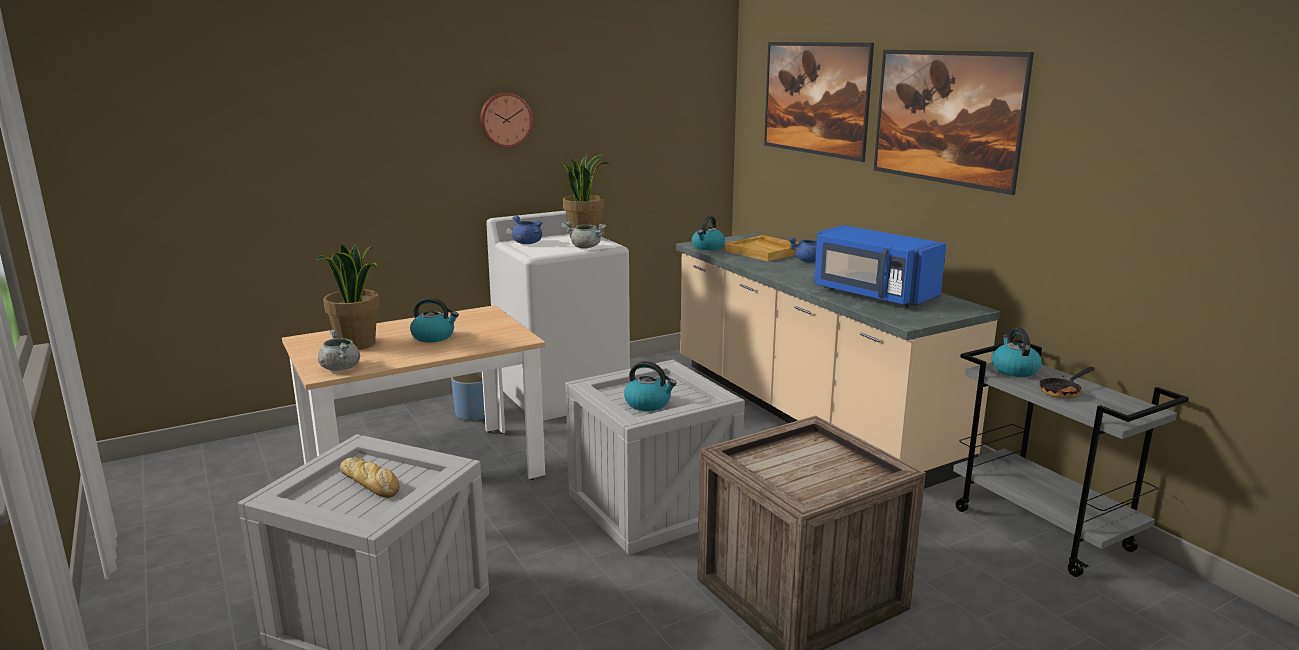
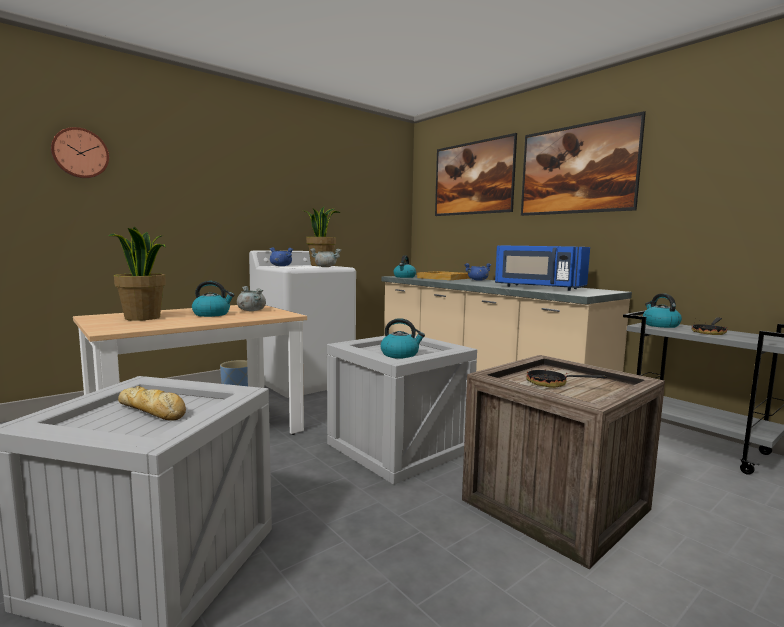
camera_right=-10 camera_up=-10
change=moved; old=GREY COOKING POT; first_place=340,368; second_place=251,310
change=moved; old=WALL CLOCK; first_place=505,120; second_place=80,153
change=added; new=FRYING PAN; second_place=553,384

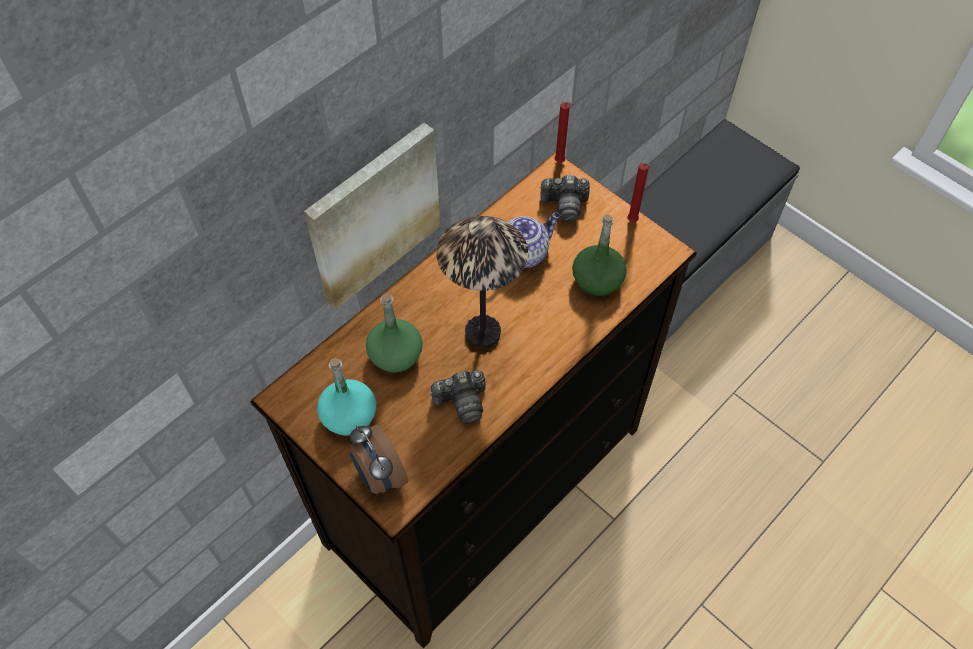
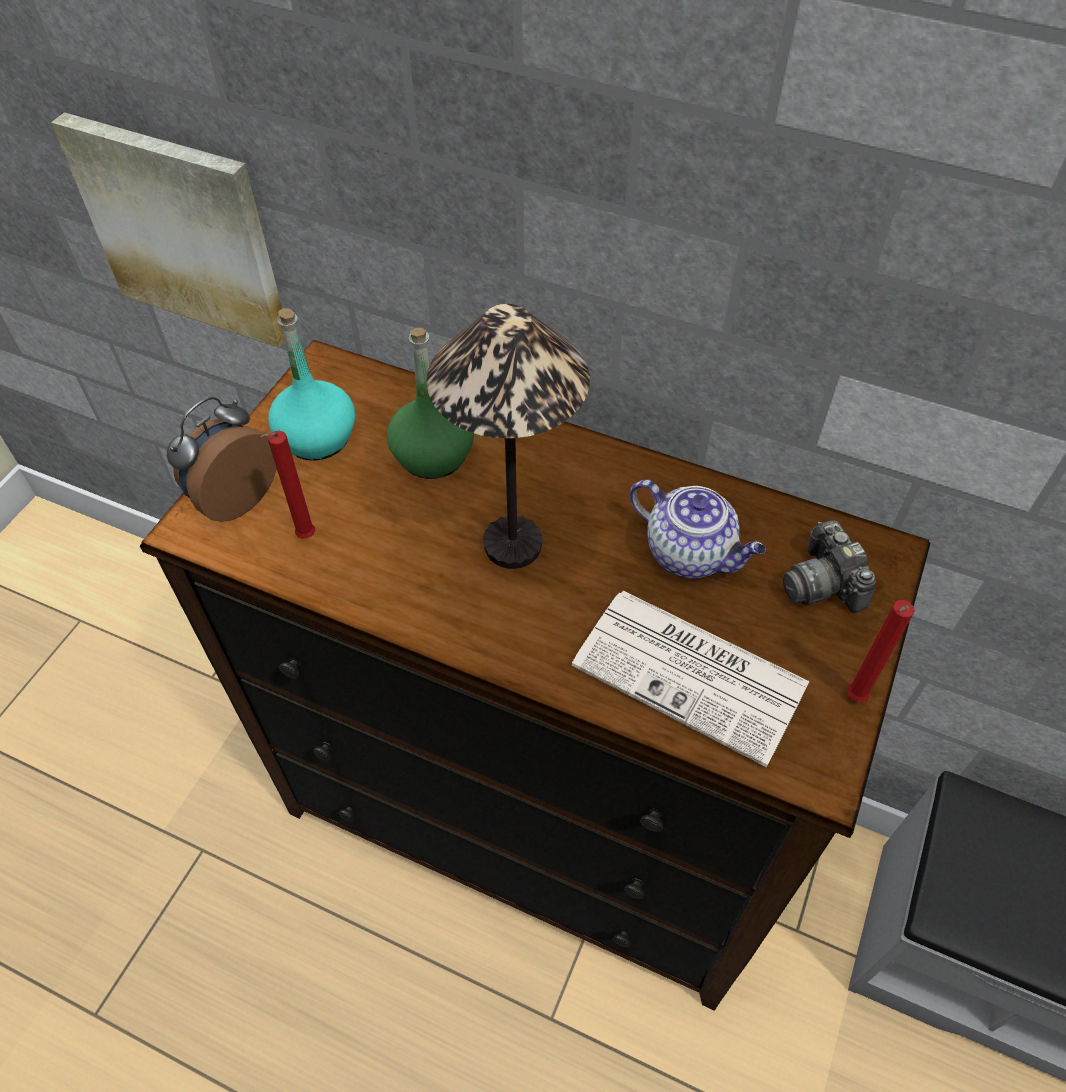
camera_right=70 camera_up=-5
change=moved; old=PICTURE; first_place=373,215; second_place=183,230
change=removed; old=PHOTO CAMERA; first_place=462,402
change=moved; old=RED CANDLE; first_place=560,163; second_place=304,538
change=replaced; old=GREEN BOTTLE; new=NEWSPAPER; first_place=597,280; second_place=693,675

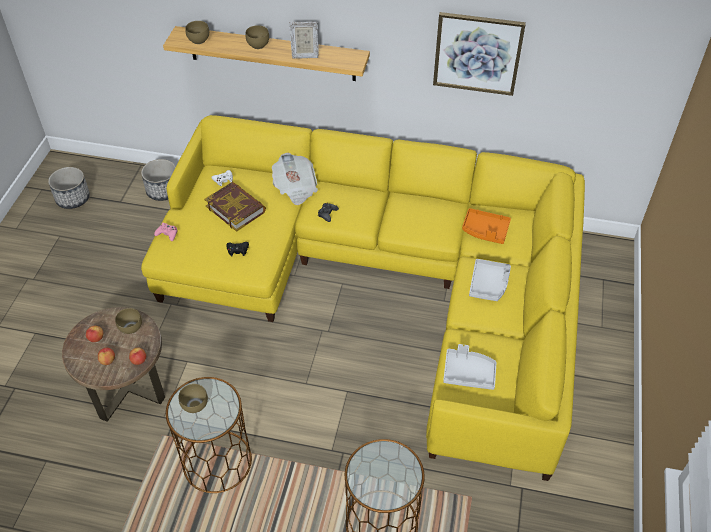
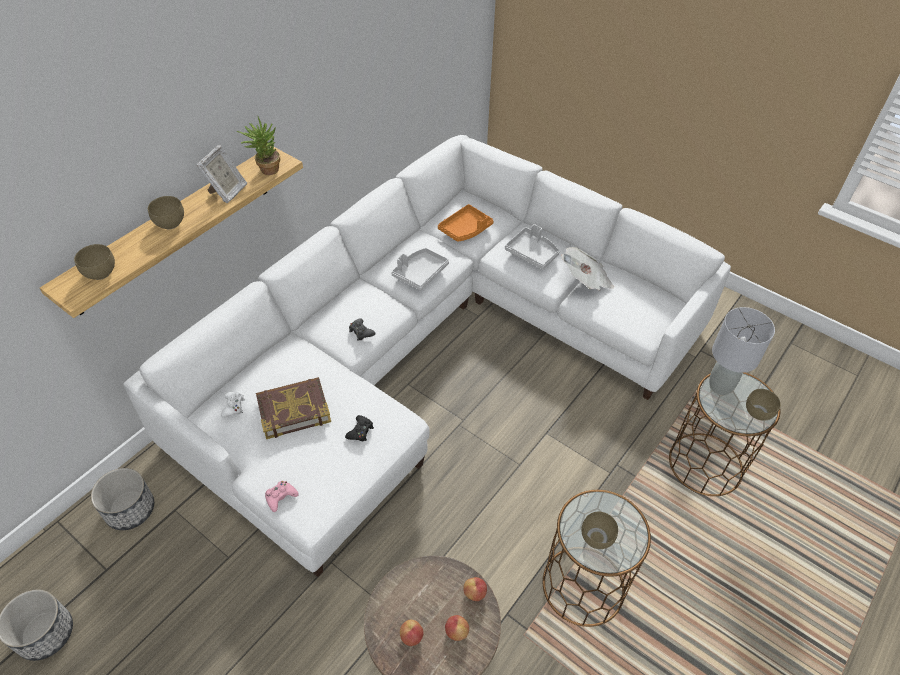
camera_right=-65 camera_up=0
change=moved; old=BROWN BOWL; first_place=131,328; second_place=759,412
change=recoloured; old=YELLOW SOFA; new=WHITE SOFA; first_place=385,282; second_place=429,349
change=moved; old=NEWSPAPER; first_place=295,188; second_place=586,280
change=removed; old=PICTURE; first_place=477,53
change=moved; old=GREY TRAY; first_place=468,373; second_place=420,273
change=added; new=POTTED PLANT; second_place=266,169
change=added; new=GREY TABLE LAMP; second_place=720,386

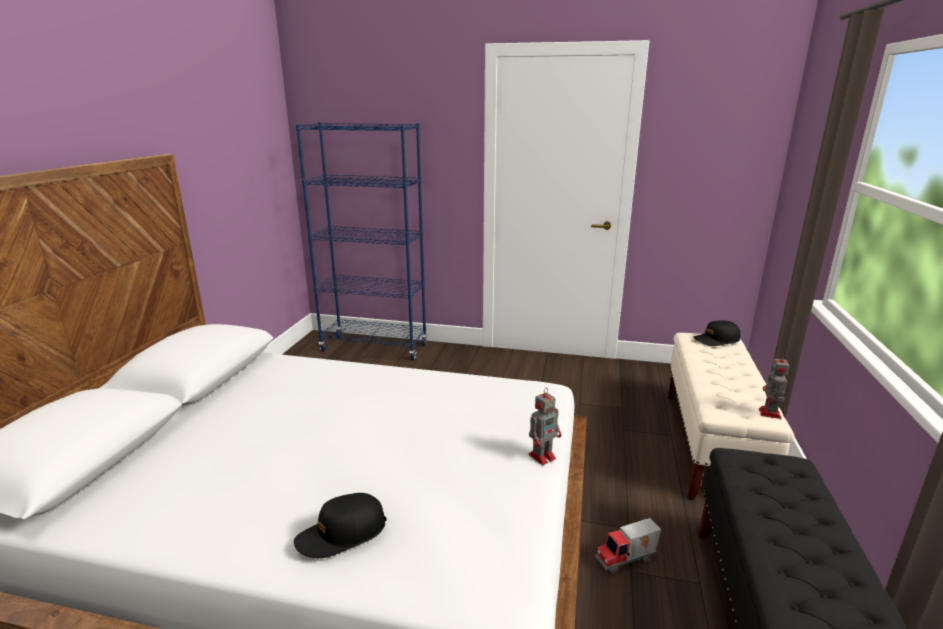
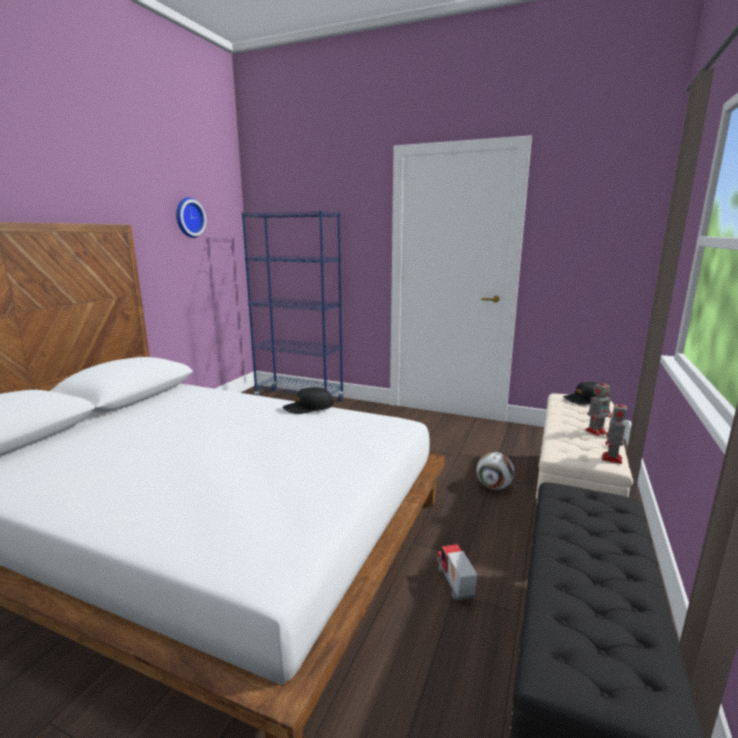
camera_right=10 camera_up=-5
change=moved; old=BLACK CAP; first_place=342,534; second_place=308,408
change=moved; old=TOY ROBOT; first_place=543,456; second_place=596,431
change=turned; old=TOY TRUCK; first_place=627,560; second_place=453,584; degrees=90
change=added; new=WALL CLOCK; second_place=188,217
change=added; new=FOOTBALL; second_place=494,486

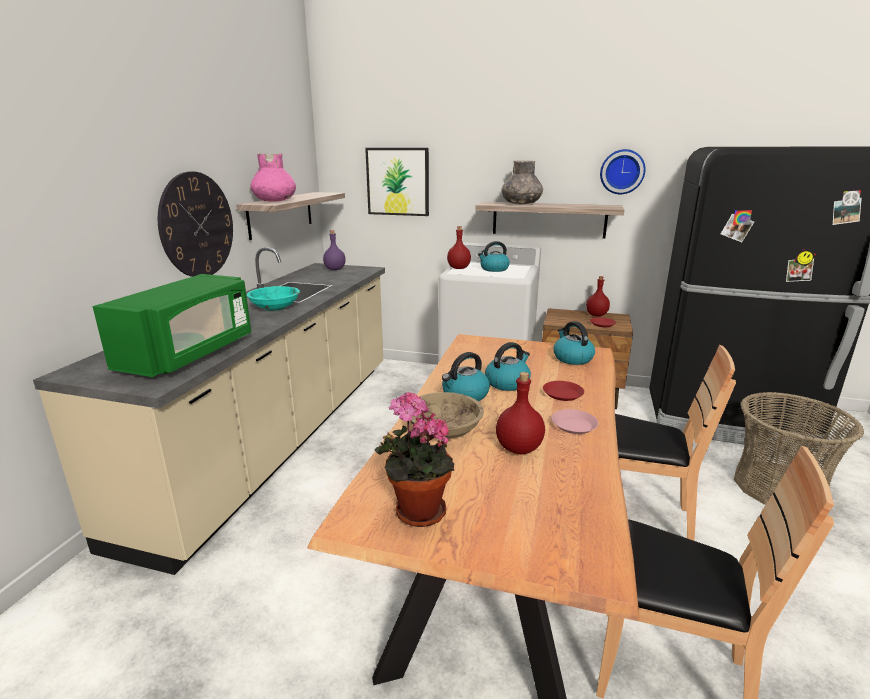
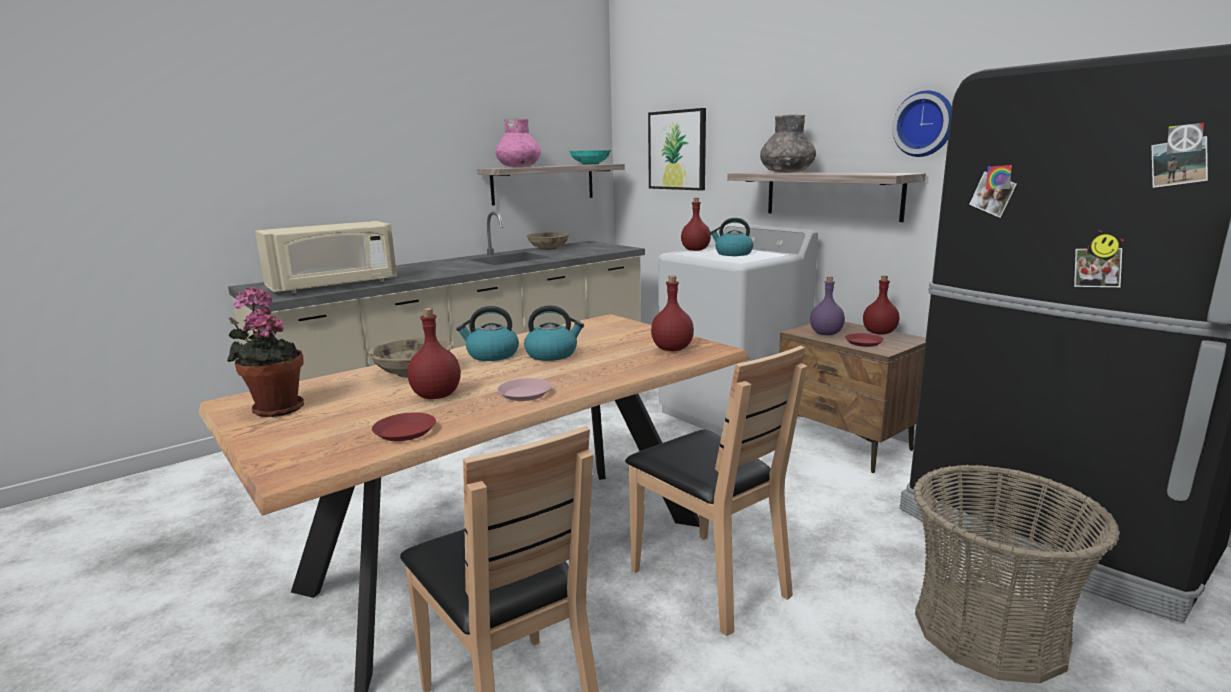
camera_right=35 camera_up=-5
change=recoloured; old=GREEN MICROWAVE; new=BEIGE MICROWAVE; first_place=190,354; second_place=334,285
change=removed; old=WALL CLOCK; first_place=197,225
change=moved; old=TURQUOISE BOWL; first_place=275,308; second_place=590,164
change=moved; old=PURPLE BOTTLE; first_place=335,269; second_place=826,334
change=moved; old=RED PLATE; first_place=563,394; second_place=405,432
change=replaced; old=KETTLE; new=RED BOTTLE; first_place=572,358; second_place=671,349
change=added; new=BEIGE BOWL; second_place=548,248

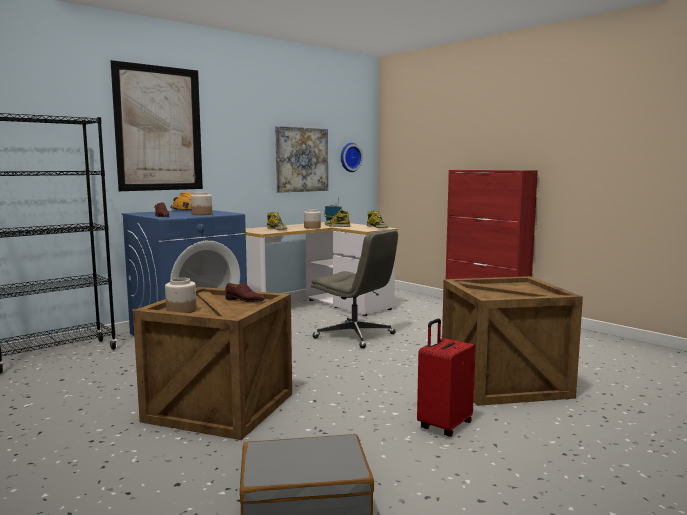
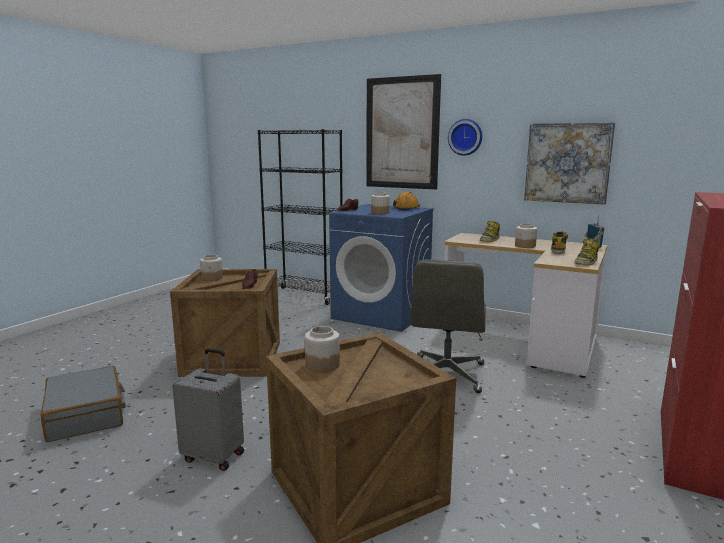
camera_right=70 camera_up=5
change=moved; old=WALL CLOCK; first_place=349,157; second_place=465,137
change=recoloured; old=RED SUITCASE; new=GREY SUITCASE; first_place=444,425; second_place=214,456
change=added; new=JAR; second_place=322,365

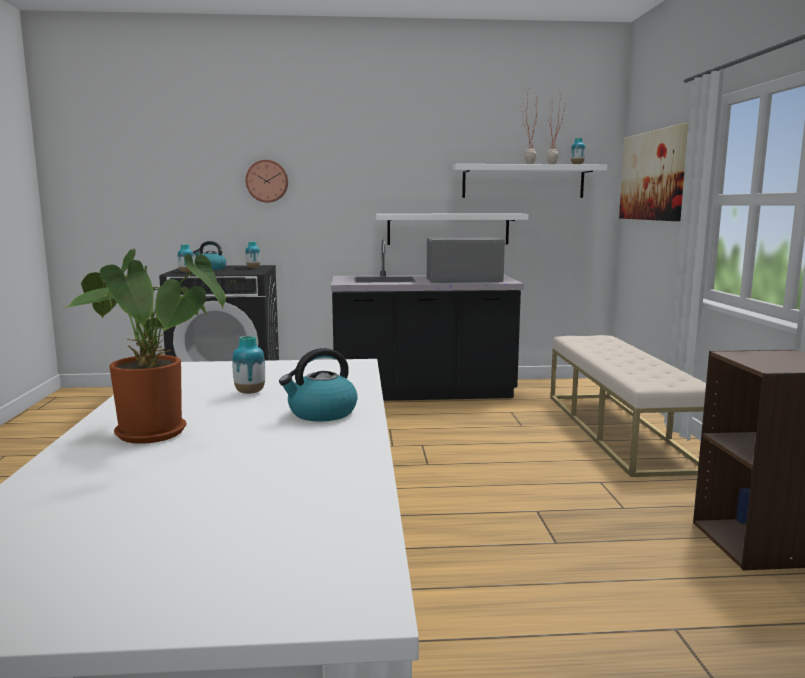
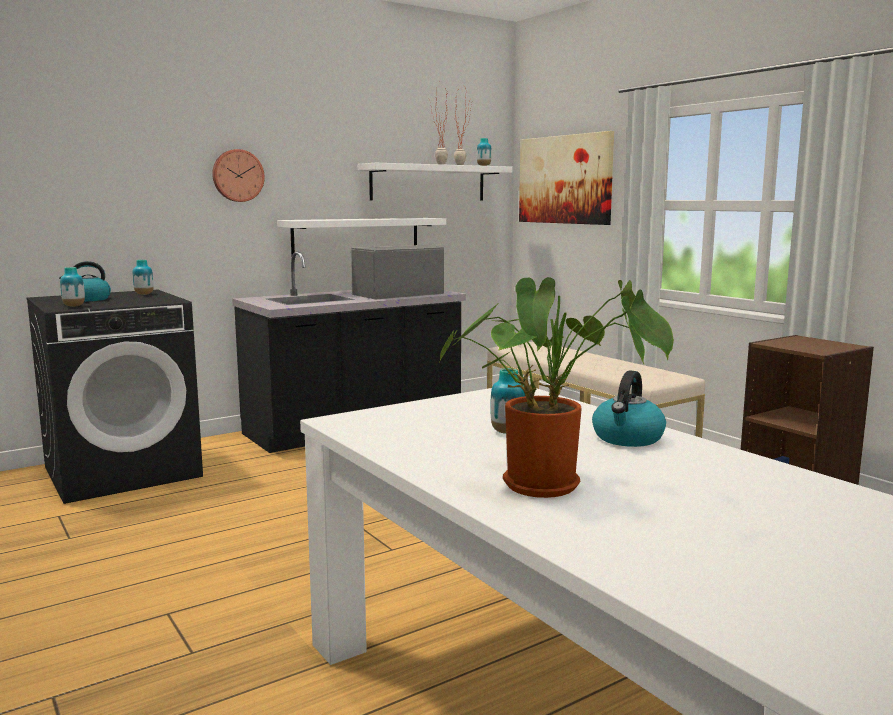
camera_right=-30 camera_up=0
change=moved; old=WALL CLOCK; first_place=267,181; second_place=237,175

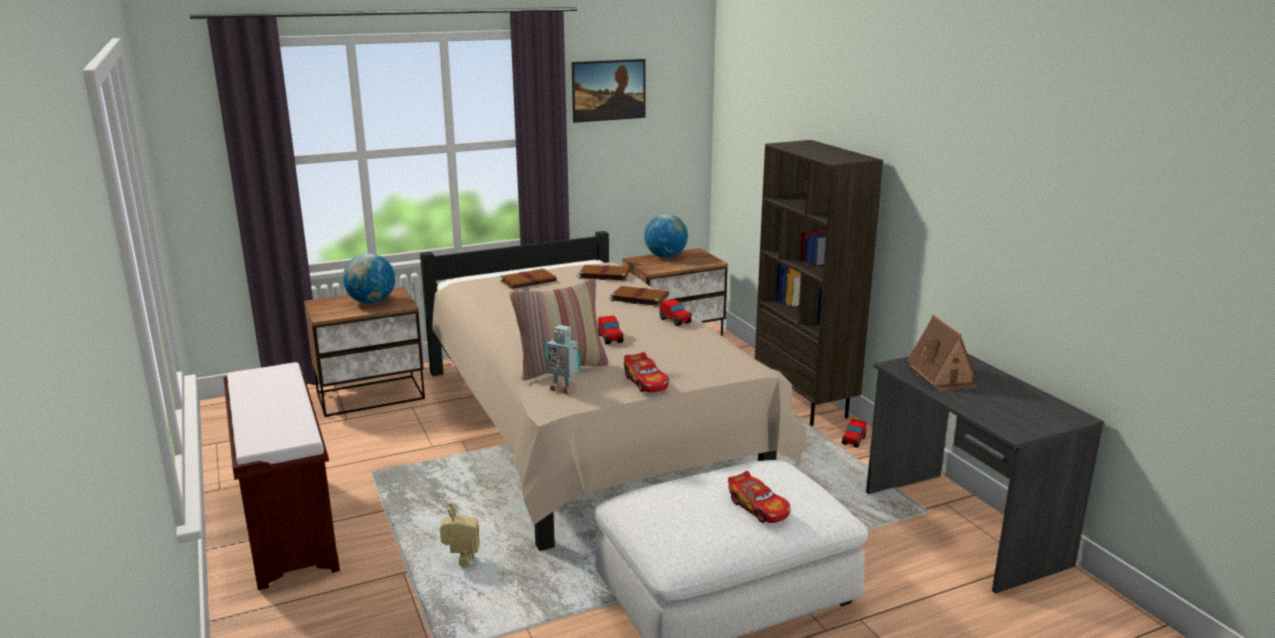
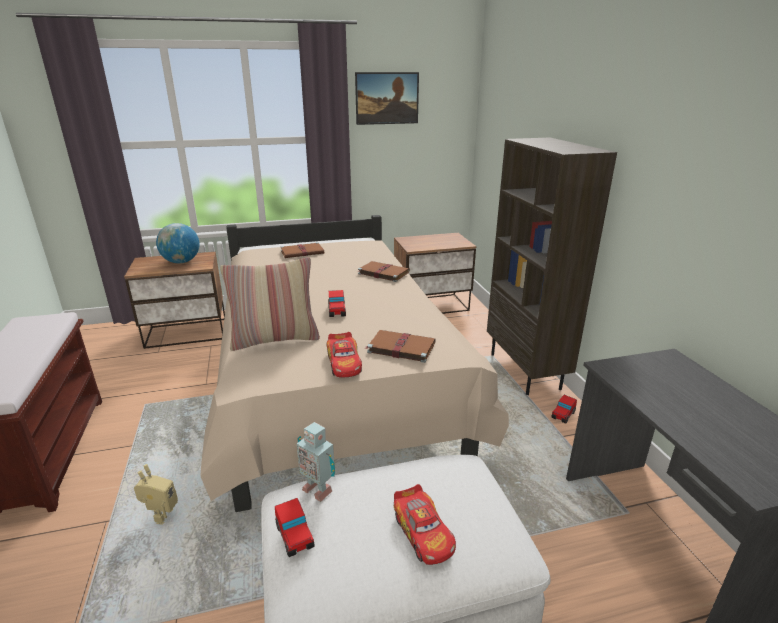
camera_right=10 camera_up=5
change=moved; old=TOY ROBOT; first_place=563,388; second_place=318,489
change=moved; old=BROWN BOOK; first_place=603,274; second_place=400,347
change=removed; old=GLOBE; first_place=665,256
change=moved; old=TOY CAR; first_place=675,321; second_place=295,537
change=removed; old=TOY HOUSE; first_place=942,376

